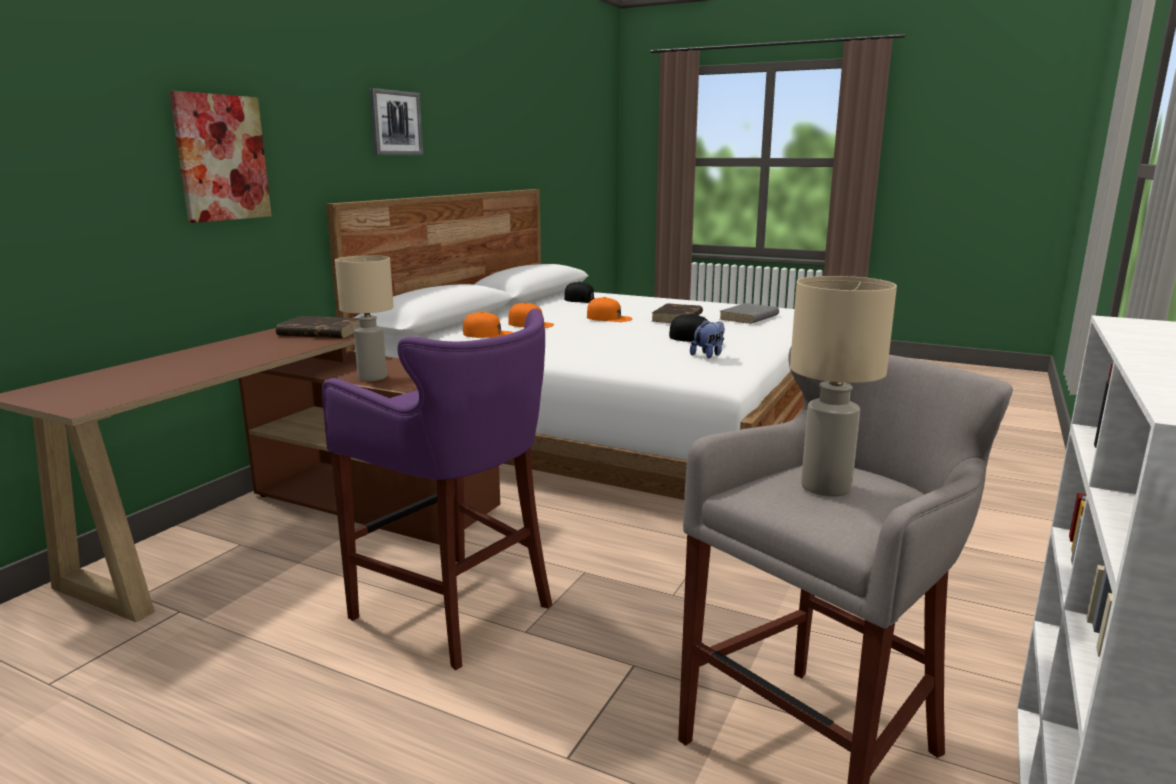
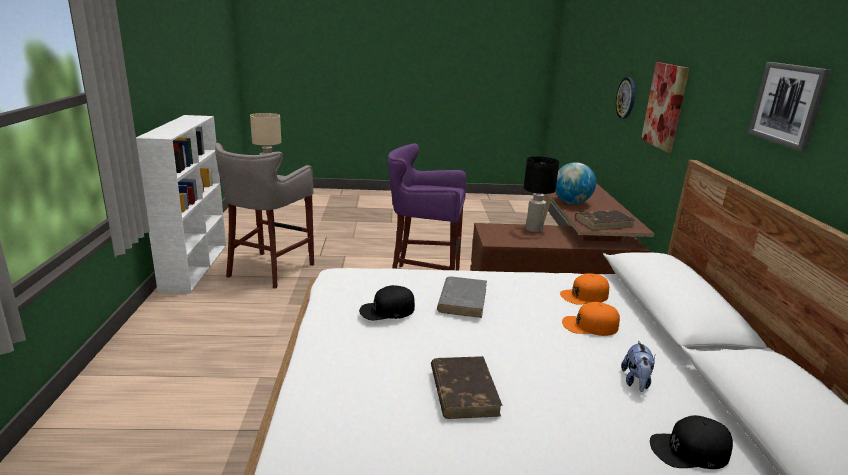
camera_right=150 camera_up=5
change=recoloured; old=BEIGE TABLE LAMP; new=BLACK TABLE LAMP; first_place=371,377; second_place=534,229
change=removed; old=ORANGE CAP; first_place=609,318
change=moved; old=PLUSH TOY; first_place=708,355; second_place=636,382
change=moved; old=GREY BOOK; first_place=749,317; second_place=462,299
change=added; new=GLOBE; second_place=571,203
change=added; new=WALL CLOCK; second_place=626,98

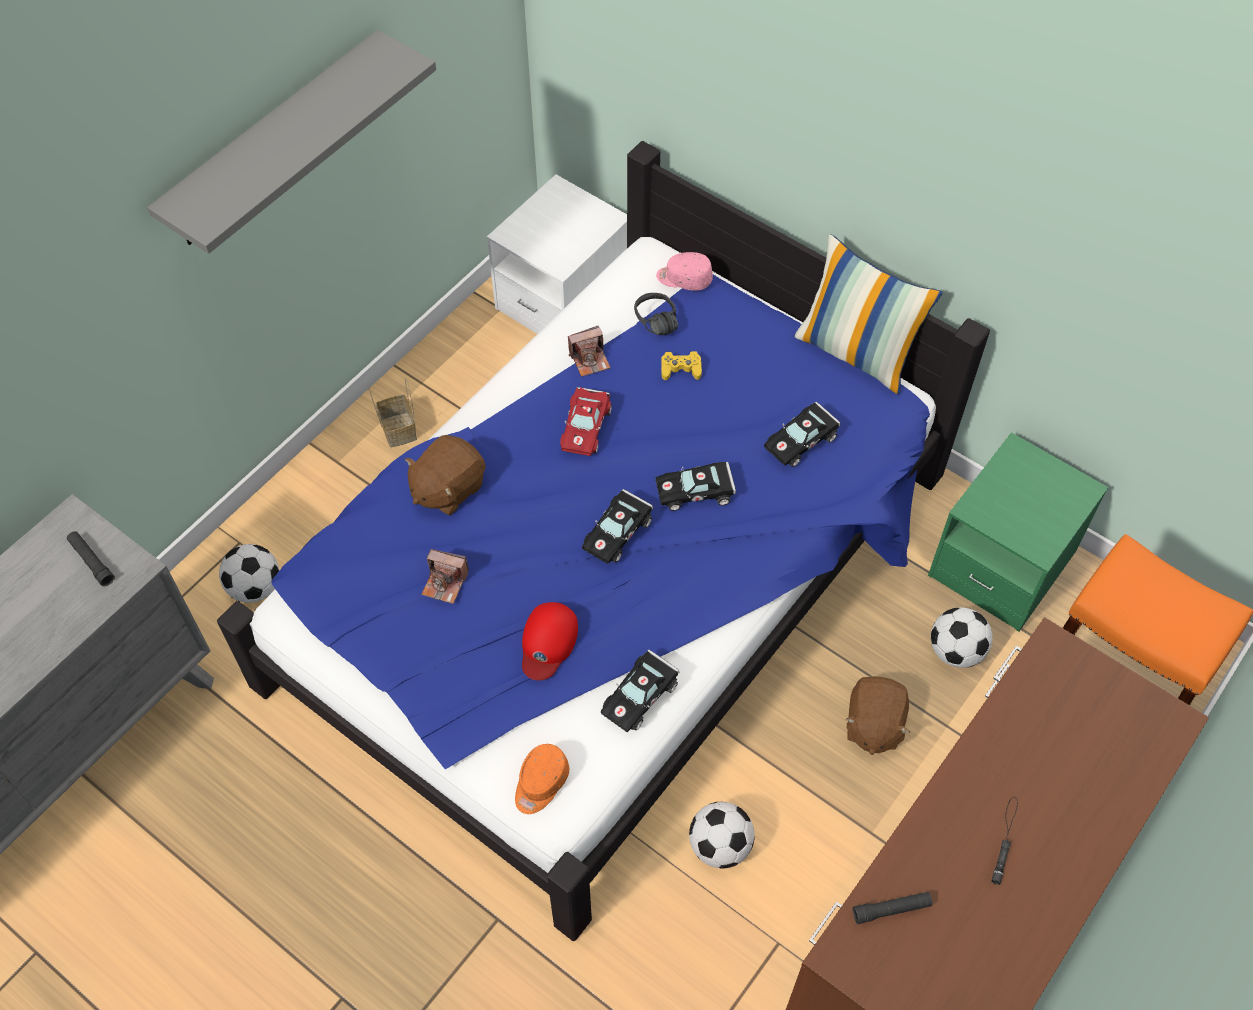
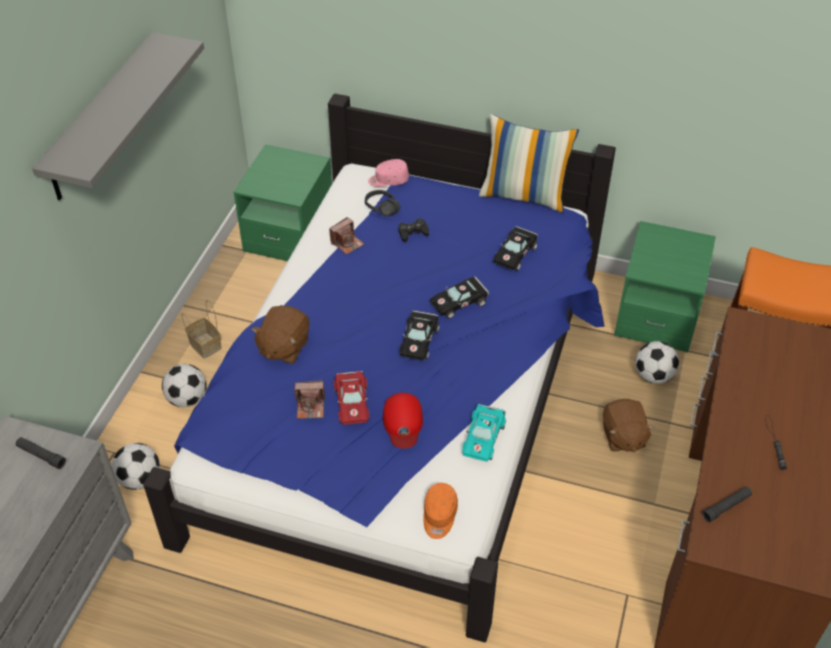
camera_right=-20 camera_up=-10
change=recoloured; old=WHITE NIGHTSTAND; new=GREEN NIGHTSTAND; first_place=563,300; second_place=289,235
change=moved; old=RED TOY CAR; first_place=585,426; second_place=352,402
change=recoloured; old=BLACK TOY CAR; new=TURQUOISE TOY CAR; first_place=641,694; second_place=483,437
change=recoloured; old=YELLOW GAME CONTROLLER; new=BLACK GAME CONTROLLER; first_place=681,369; second_place=413,233
change=moved; old=FOOTBALL; first_place=719,846; second_place=187,399

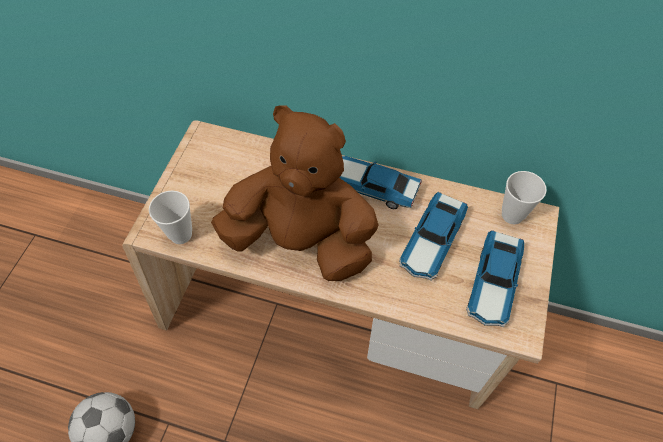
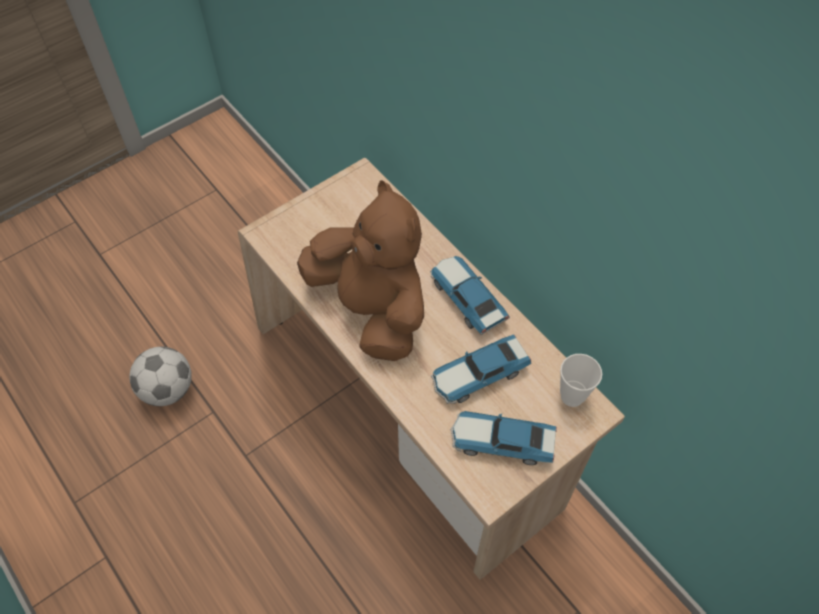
camera_right=35 camera_up=0
change=removed; old=CUP; first_place=181,234
change=turned; old=TOY CAR; first_place=493,284; second_place=501,441; degrees=45

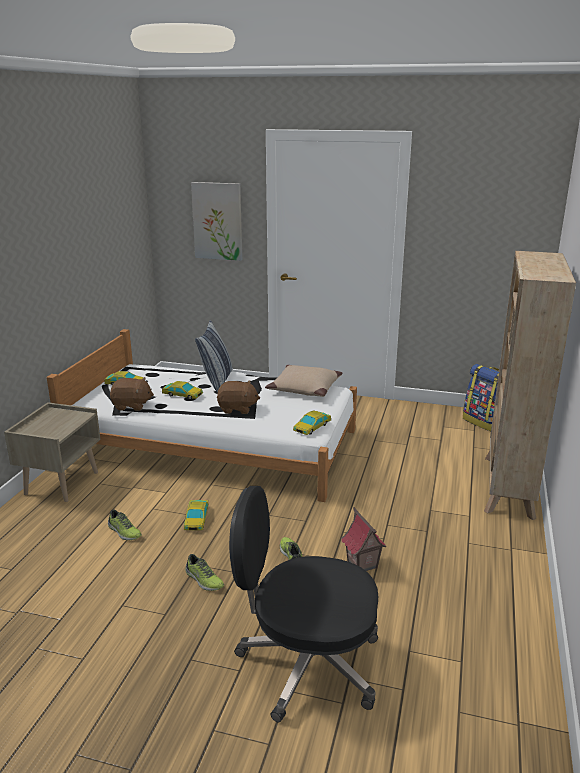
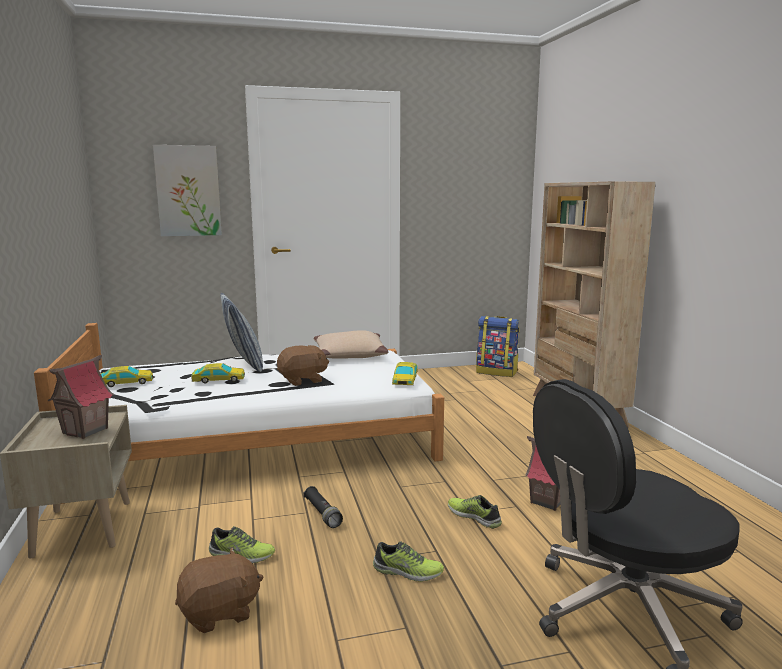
camera_right=-30 camera_up=-10
change=moved; old=BROWN PLUSH TOY; first_place=132,405; second_place=220,612
change=replaced; old=TOY CAR; new=BLACK FLASHLIGHT; first_place=196,519; second_place=322,513
change=added; new=TOY HOUSE; second_place=86,431

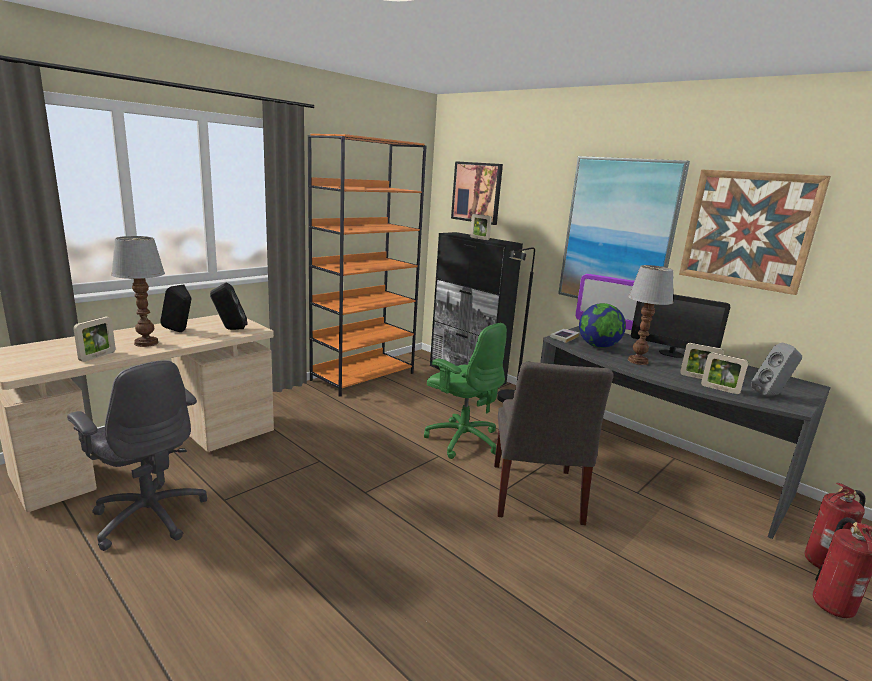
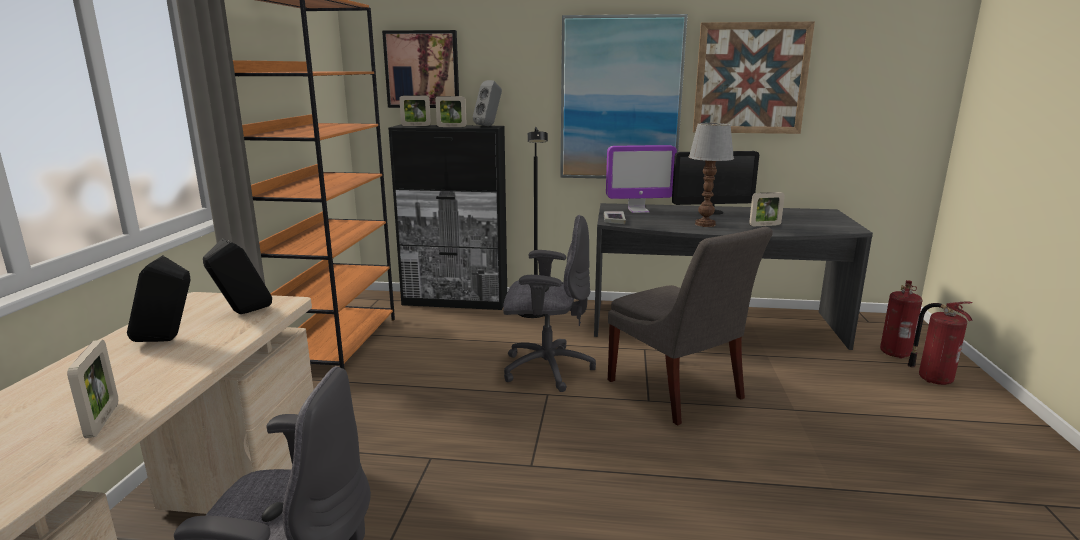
camera_right=-35 camera_up=0
change=removed; old=TABLE LAMP; first_place=145,343
change=recoloured; old=GREEN OFFICE CHAIR; new=GREY OFFICE CHAIR; first_place=462,439; second_place=545,368
change=removed; old=GLOBE; first_place=598,346
change=moved; old=PICTURE FRAME; first_place=719,389; second_place=416,125
change=moved; old=GREY SPEAKER; first_place=771,395; second_place=489,126

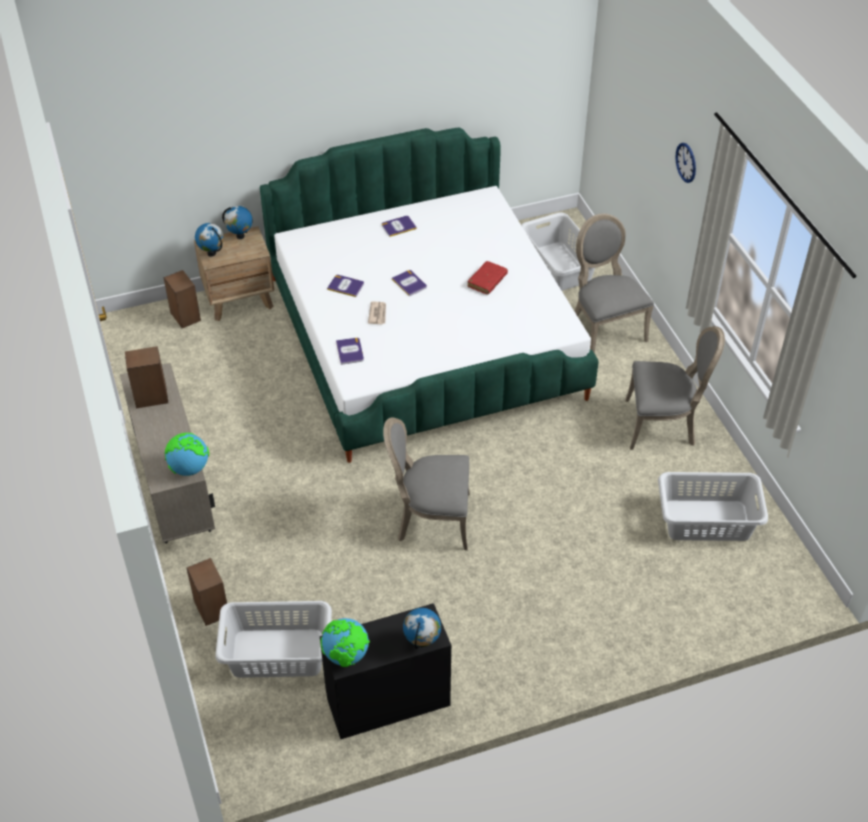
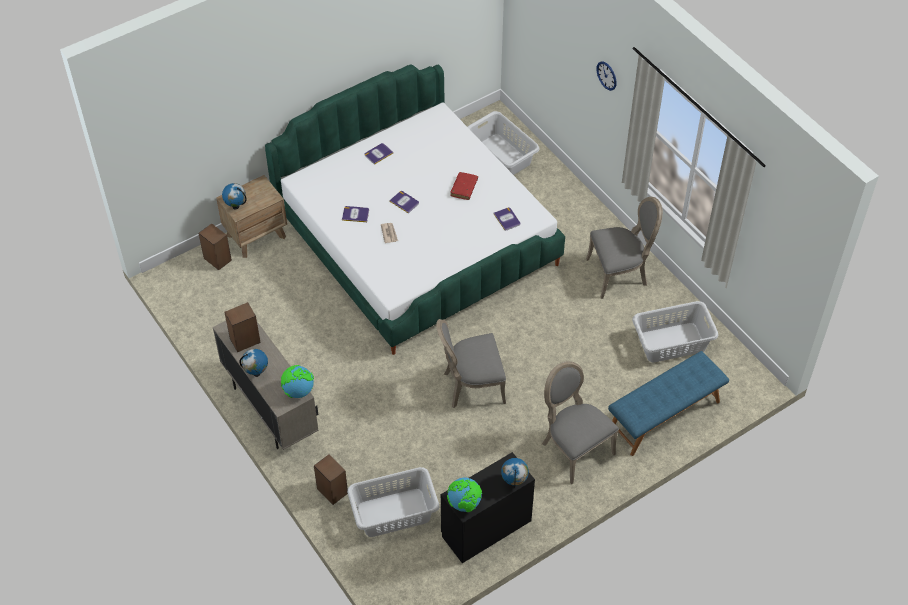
camera_right=-15 camera_up=5
change=moved; old=GLOBE; first_place=240,236; second_place=256,373
change=moved; old=BOOK; first_place=350,351; second_place=507,219
change=moved; old=GREY CHAIR; first_place=604,328; second_place=574,448
change=added; new=BLUE BENCH; second_place=665,416

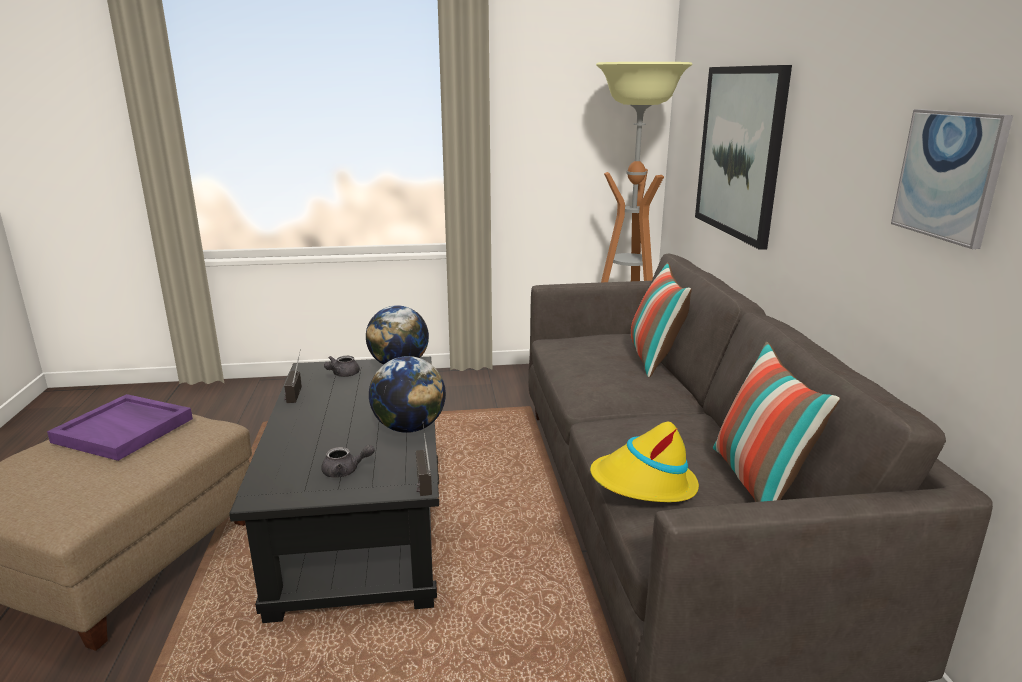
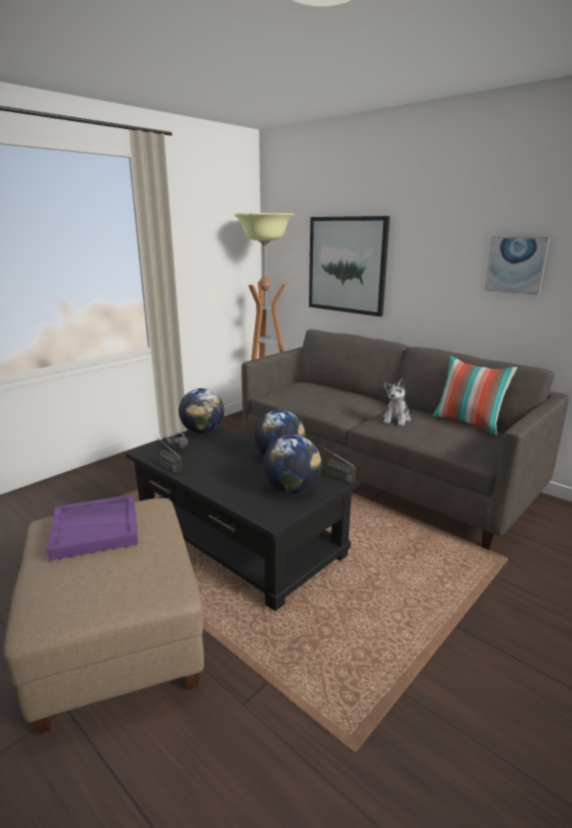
camera_right=-40 camera_up=0
change=replaced; old=GREY TEAPOT; new=GLOBE; first_place=345,471; second_place=292,489
change=removed; old=YELLOW HAT; first_place=644,484
change=removed; old=PILLOW; first_place=654,359
change=added; new=PLUSH TOY; second_place=396,419

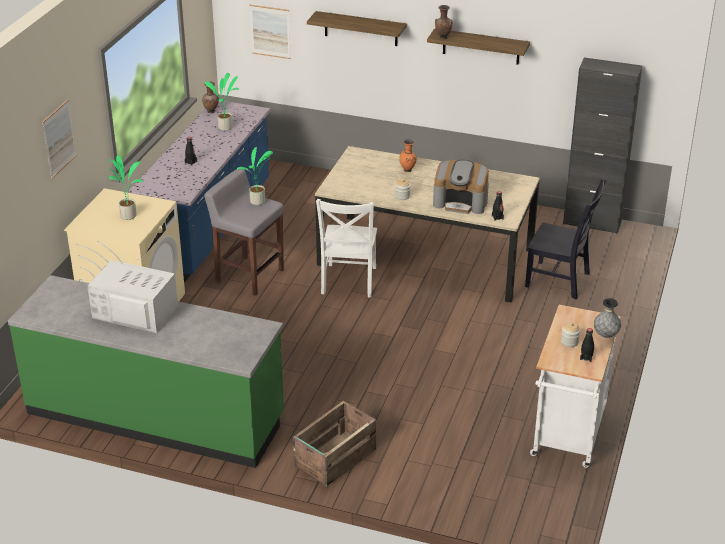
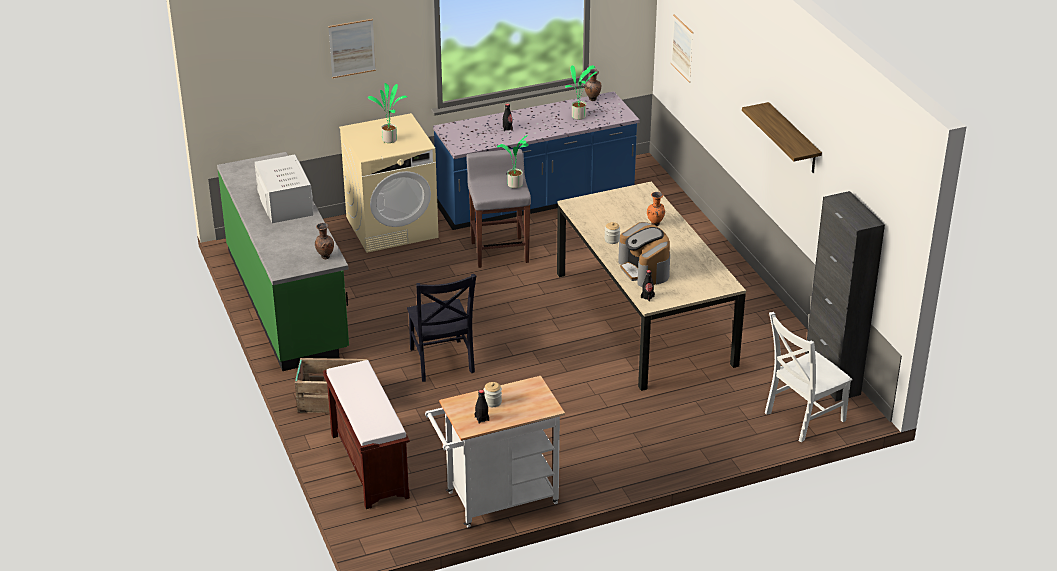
camera_right=50 camera_up=0
change=removed; old=SHELF; first_place=361,28
change=moved; old=WHITE CHAIR; first_place=348,282; second_place=802,418
change=moved; old=BROWN VASE; first_place=443,37; second_place=325,257
change=moved; old=BLACK CHAIR; first_place=560,281; second_place=442,362
change=removed; old=GREY VASE; first_place=606,335
change=added; new=BROWN BENCH; second_place=368,465

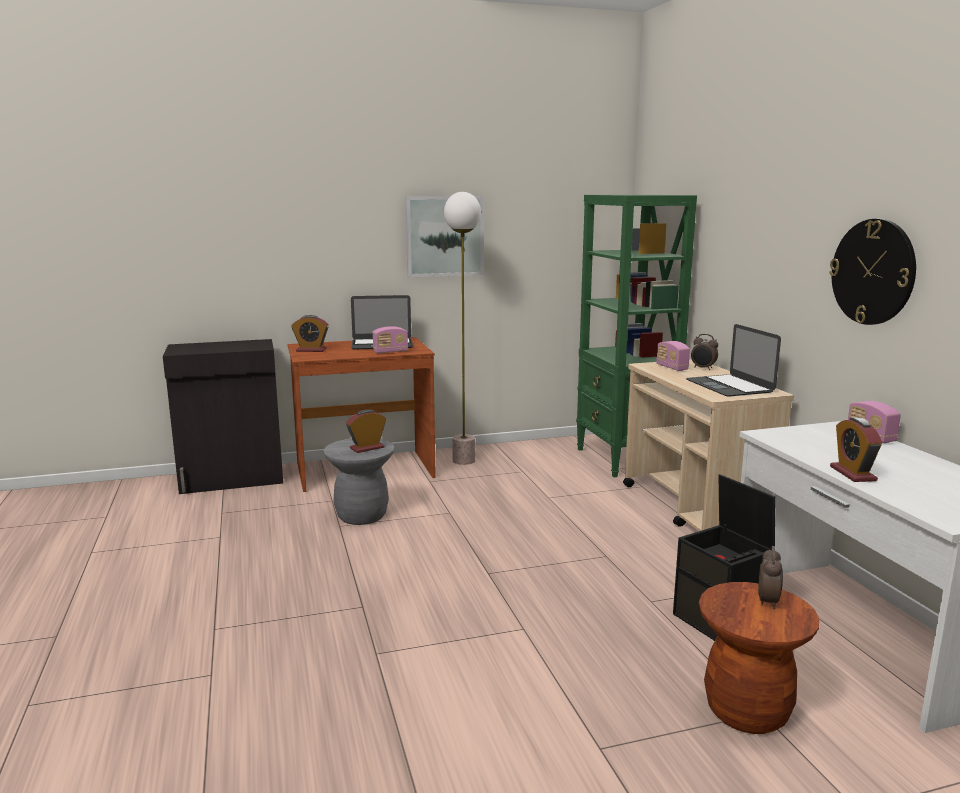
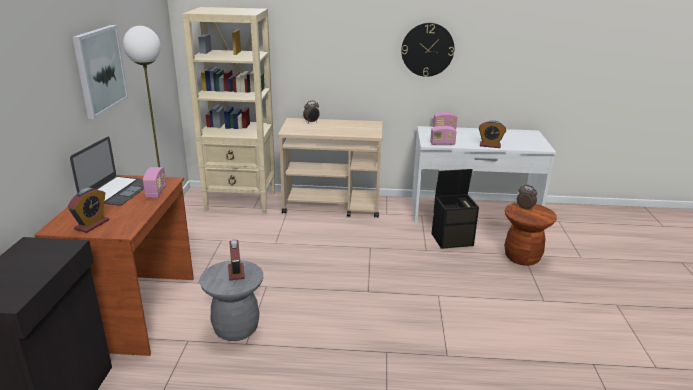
camera_right=-70 camera_up=10
change=recoloured; old=GREEN BOOKCASE; new=BEIGE BOOKCASE; first_place=624,460; second_place=241,201
change=moved; old=RADIO; first_place=672,367; second_place=442,144
change=removed; old=LAPTOP; first_place=729,386

